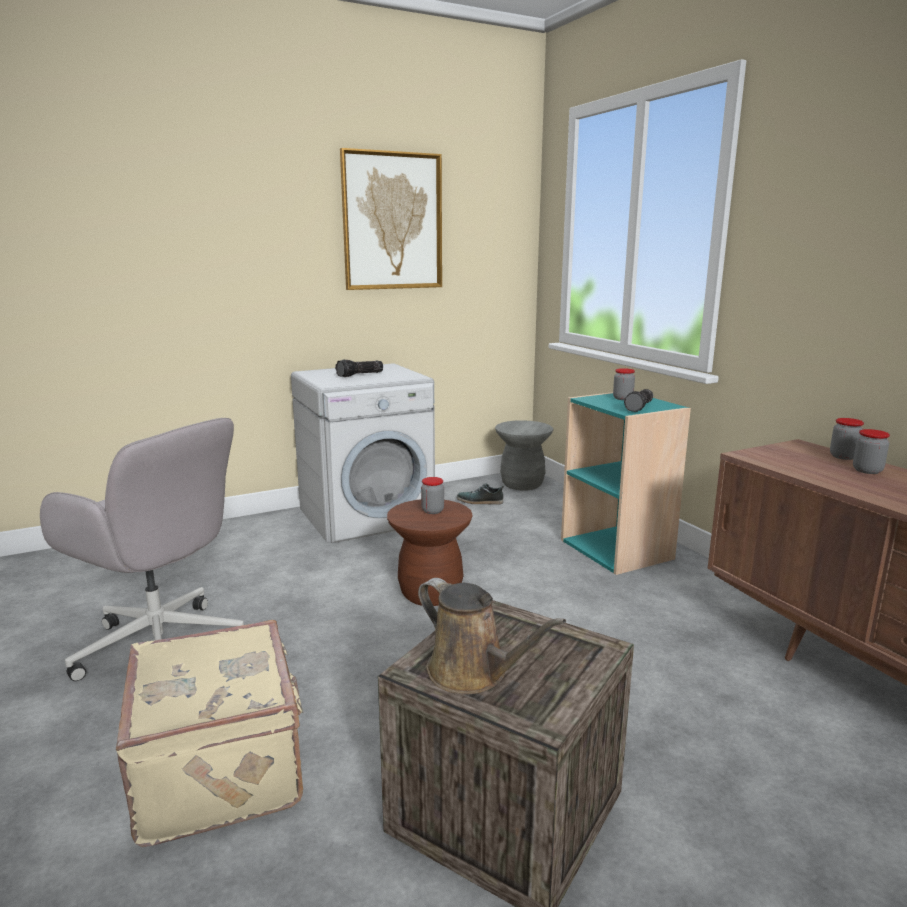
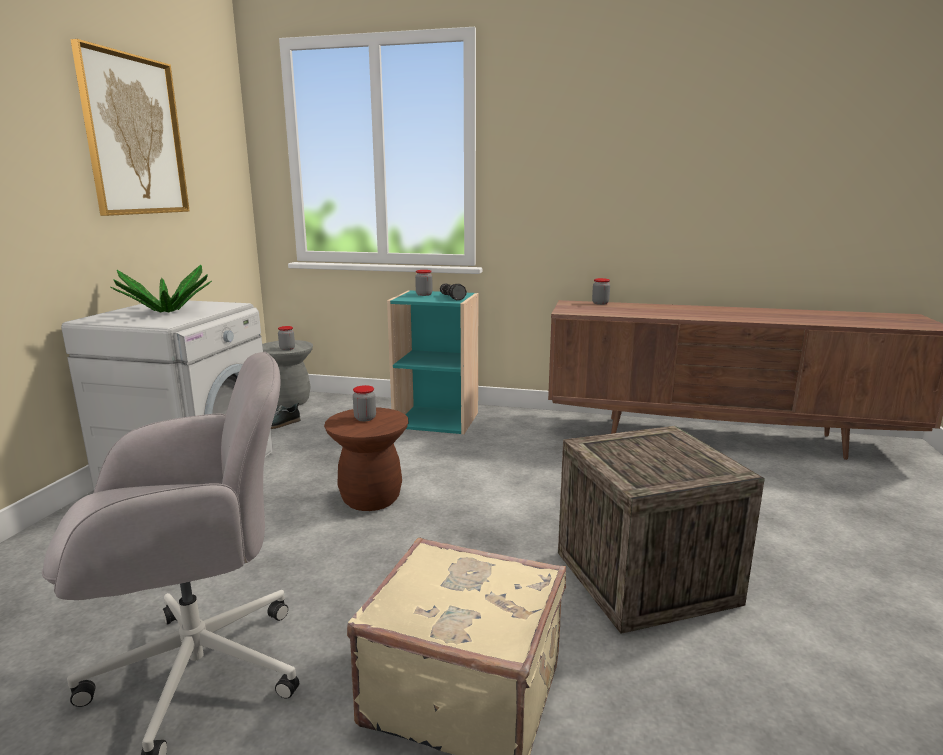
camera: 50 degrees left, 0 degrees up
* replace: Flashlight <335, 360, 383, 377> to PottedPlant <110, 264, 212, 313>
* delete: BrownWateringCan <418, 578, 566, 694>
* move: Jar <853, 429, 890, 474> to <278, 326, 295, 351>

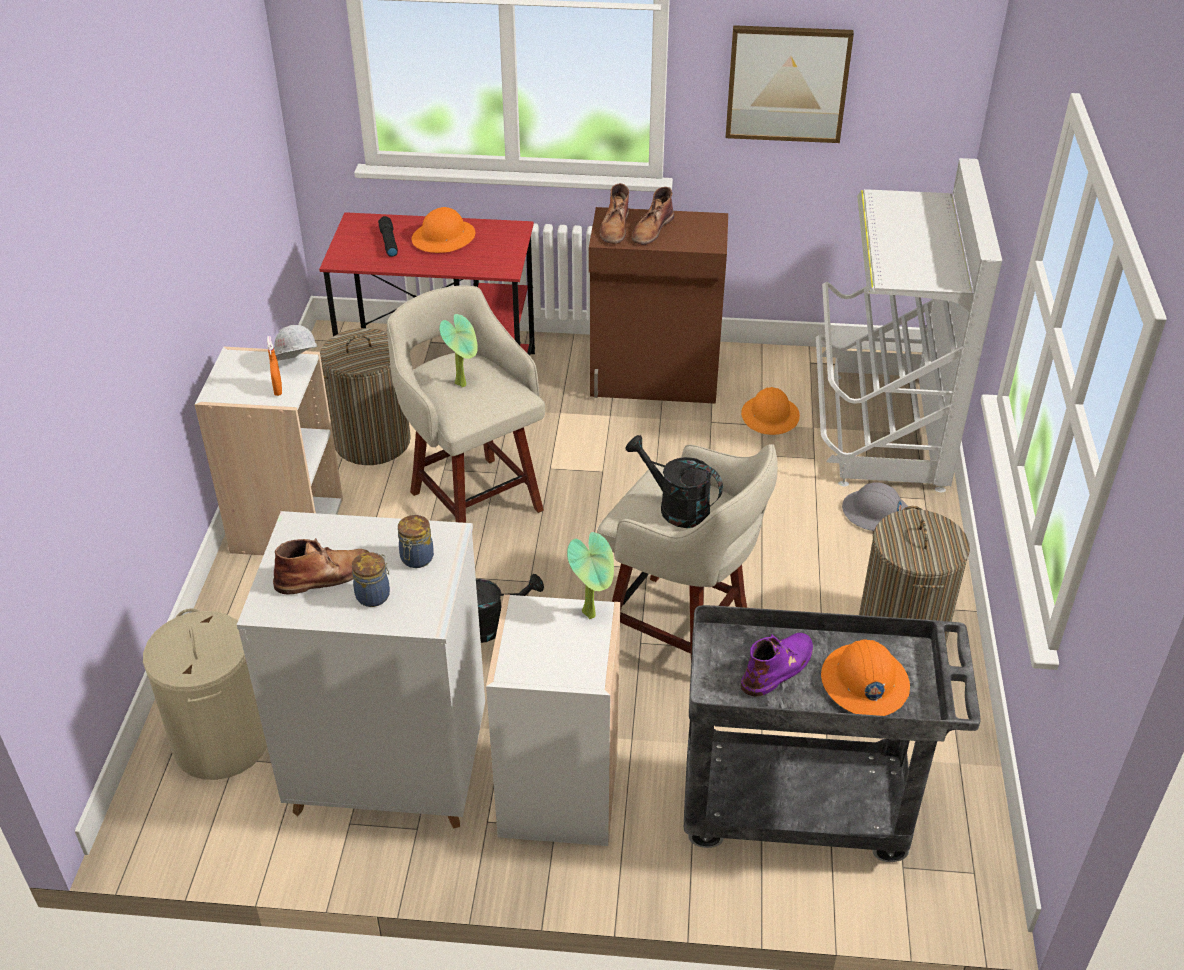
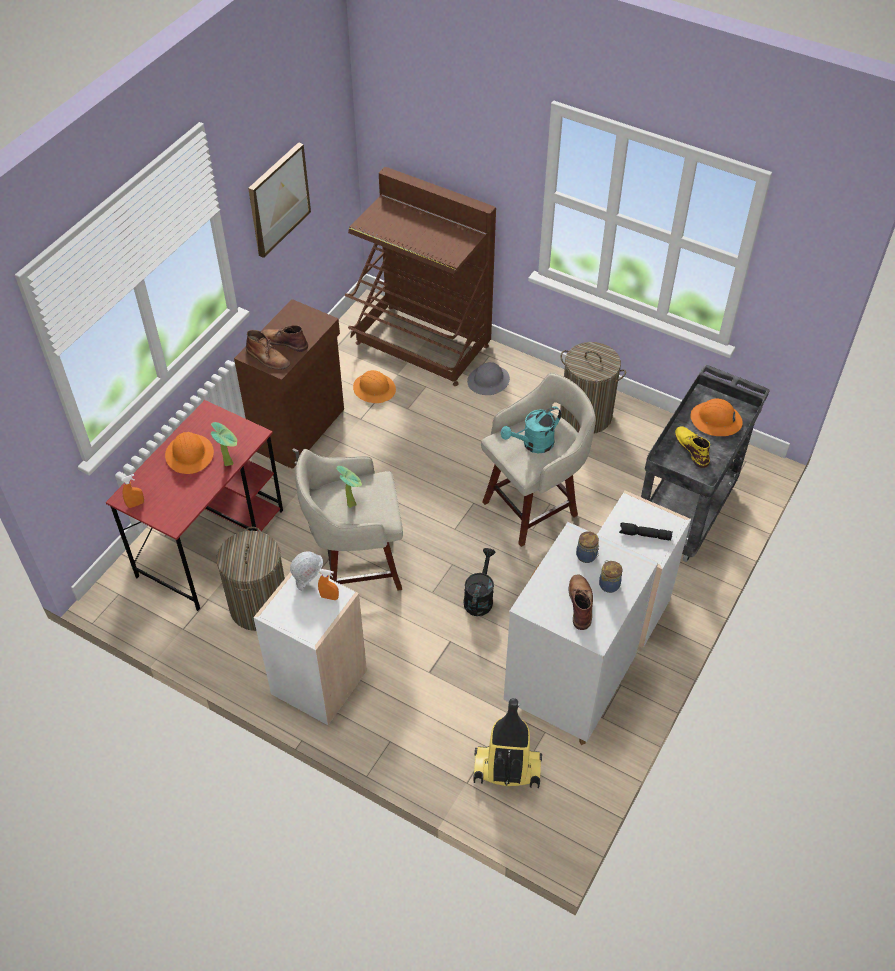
camera: 65 degrees left, 10 degrees up
* replace: BeigeLaundryBasket <143, 608, 267, 780> to VacuumCleaner <473, 698, 542, 789>
* move: BlackFlashlight <378, 216, 398, 257> to <619, 522, 672, 540>
* move: PottedPlant <567, 532, 614, 619> to <211, 422, 237, 466>
* recolor: BlackWateringCan <625, 435, 723, 528> to TurquoiseWateringCan <501, 406, 561, 453>
* rotate: BrownBoot <632, 187, 674, 245> = <262, 325, 308, 352> 150 degrees clockwise
* recolor: PurpleBoot <741, 633, 813, 697> to YellowBoot <675, 426, 710, 468>
* recolor: WhiteShoeRack <816, 158, 1002, 492> to BrownShoeRack <345, 167, 496, 386>
* insert: OrangeSprayBottle <121, 474, 144, 508>

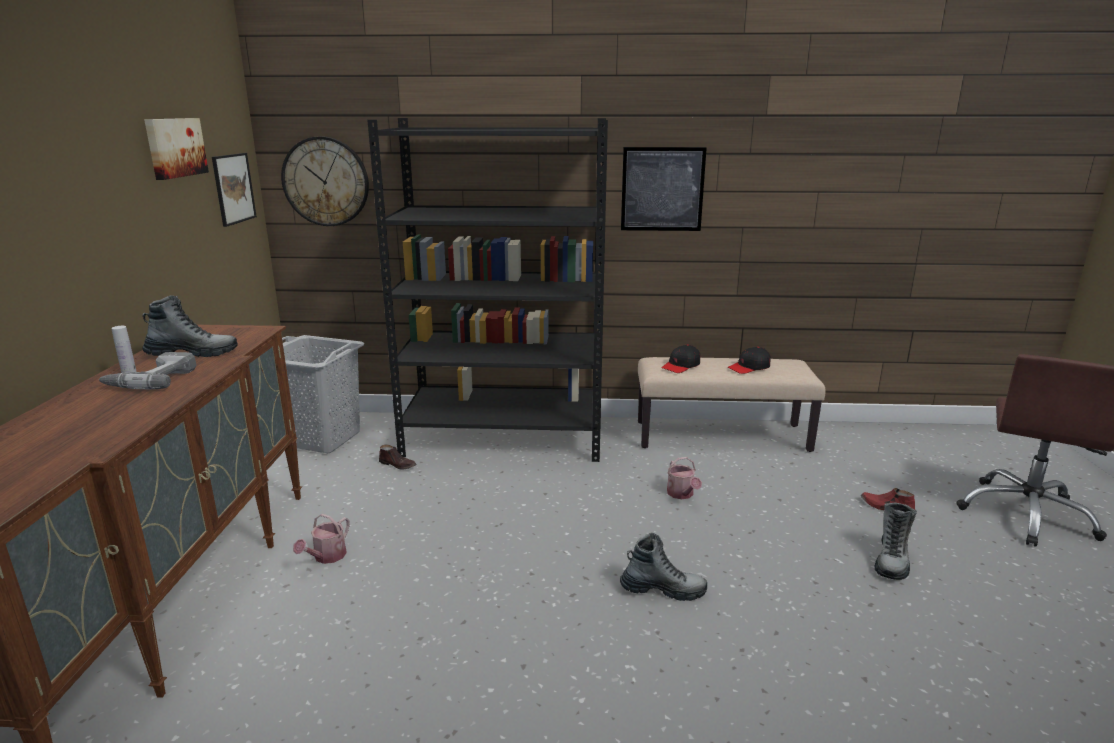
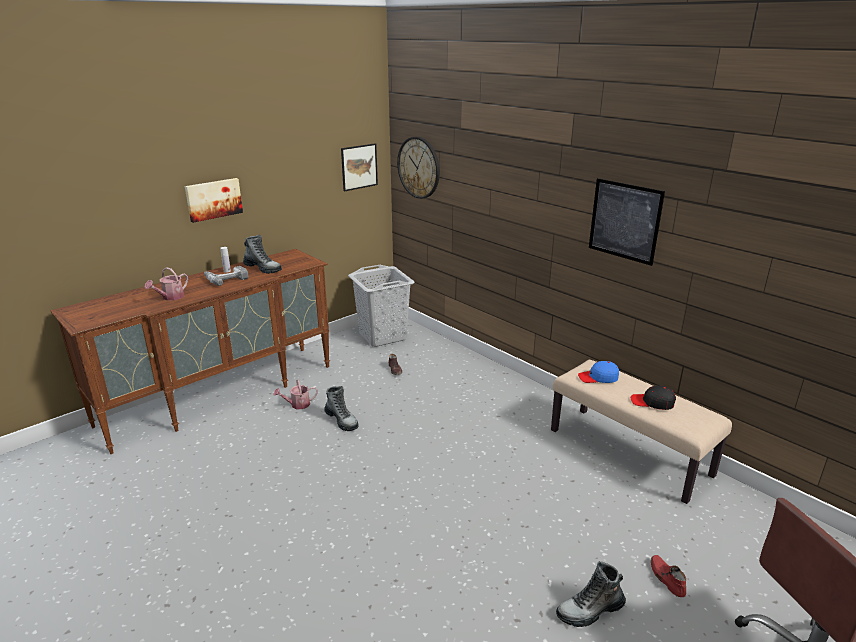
camera: 45 degrees right, 5 degrees up
* move: Picture <144, 118, 209, 180> to <185, 178, 243, 223>
* delete: BlackBookcase <367, 118, 608, 462>
* move: Boot <620, 533, 707, 601> to <325, 386, 359, 431>
* recolor: BlackCap <662, 345, 700, 373> to BlueCap <578, 361, 619, 383>
* move: WateringCan <667, 457, 702, 499> to <145, 267, 188, 301>

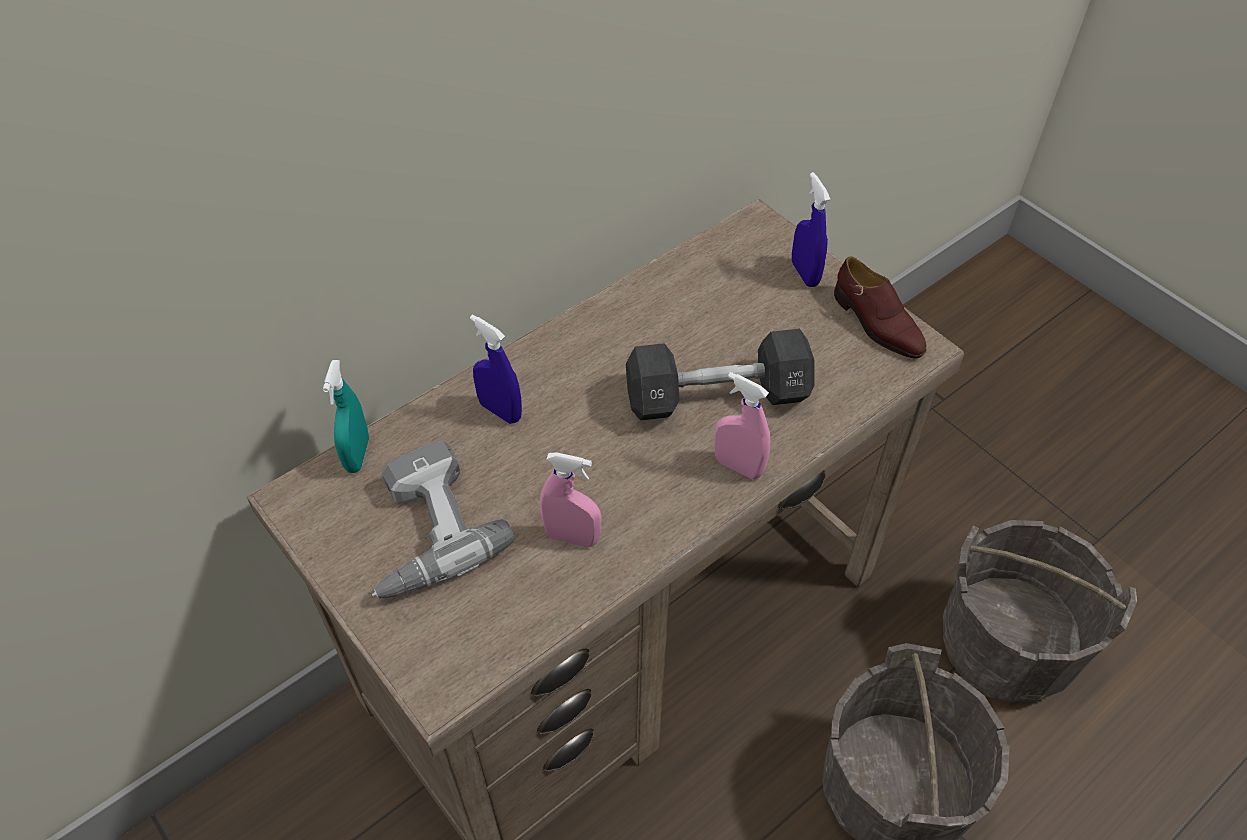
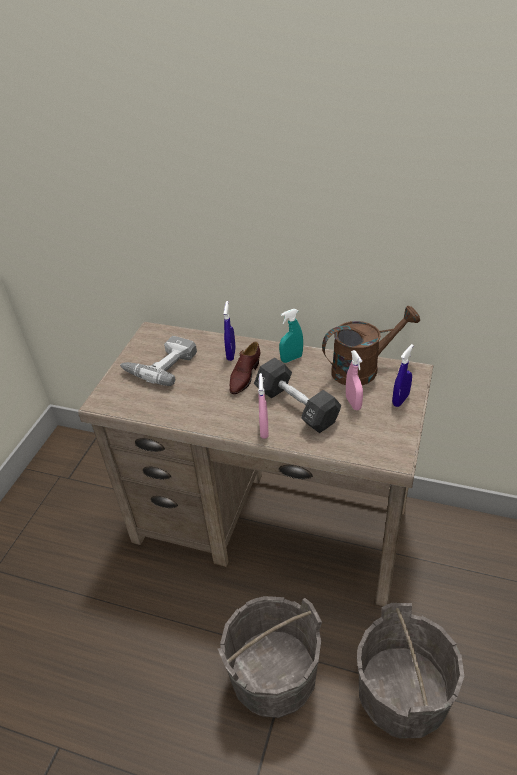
camera: 60 degrees right, 10 degrees down
* move: TurquoiseSprayBottle <323, 360, 369, 473> to <279, 309, 303, 363>
* move: PinkSprayBottle <540, 452, 601, 547> to <346, 350, 363, 410>
* move: BrownShoe <834, 256, 927, 358> to <230, 342, 260, 394>
* insert: BrownWateringCan <322, 306, 420, 385>

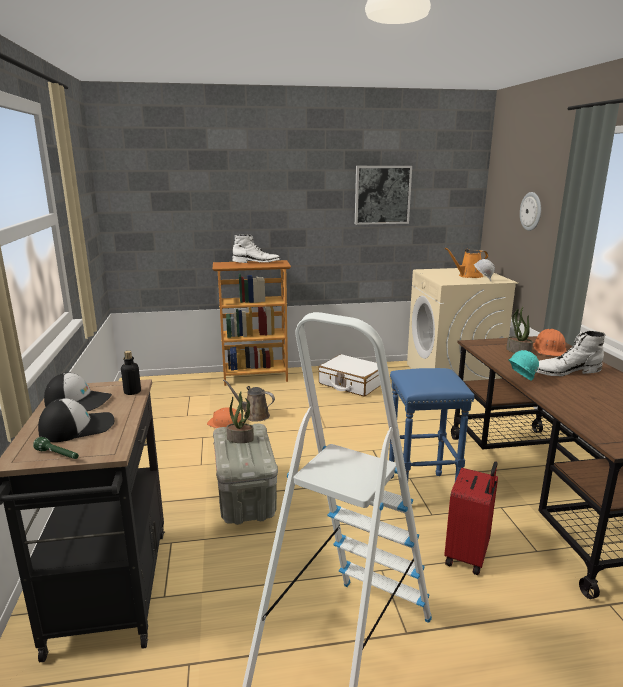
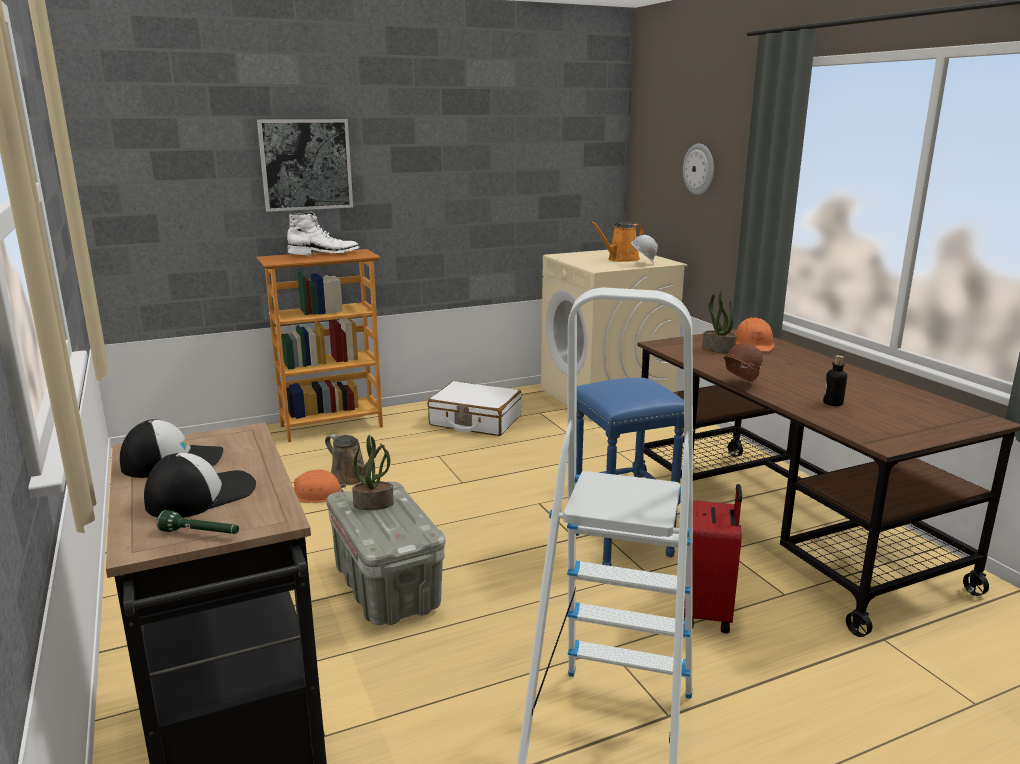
camera: 15 degrees left, 0 degrees up
* move: Bottle <121, 351, 141, 395> to <823, 355, 847, 406>
* rotate: BrownWateringCan <223, 380, 275, 422> = <325, 434, 385, 485> 150 degrees counterclockwise
* move: Picture <355, 166, 412, 225> to <257, 119, 353, 212>
* recolor: TurquoiseHardHat <508, 350, 539, 381> to BrownHardHat <724, 343, 763, 382>
* delete: WhiteBoot <536, 331, 605, 376>

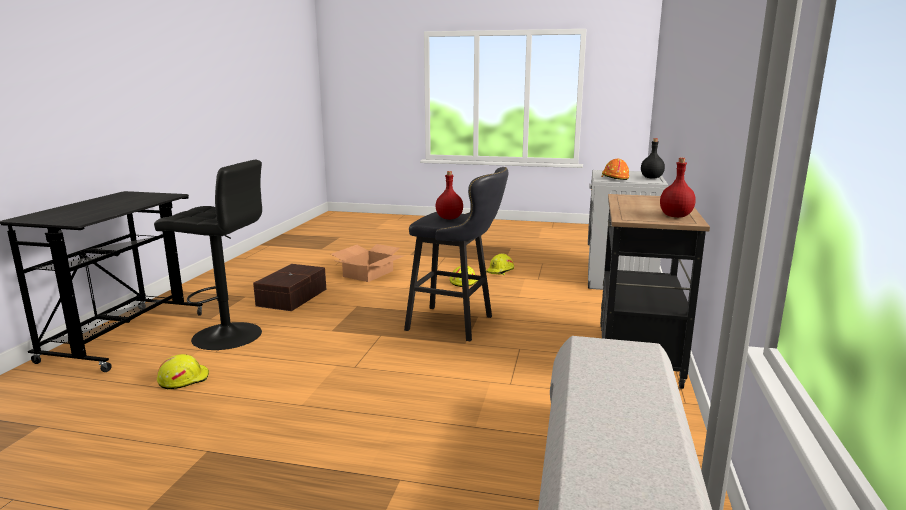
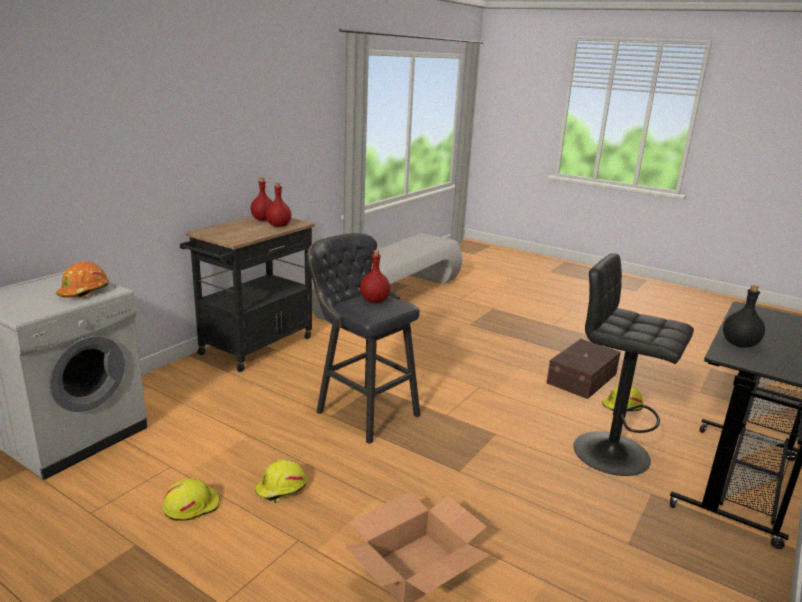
camera: 160 degrees left, 5 degrees up
* move: BrownStorageBox <253, 264, 326, 311> to <547, 339, 621, 399>
* move: BlackBottle <641, 138, 665, 179> to <723, 285, 765, 348>
* insert: RedBottle <266, 183, 292, 227>

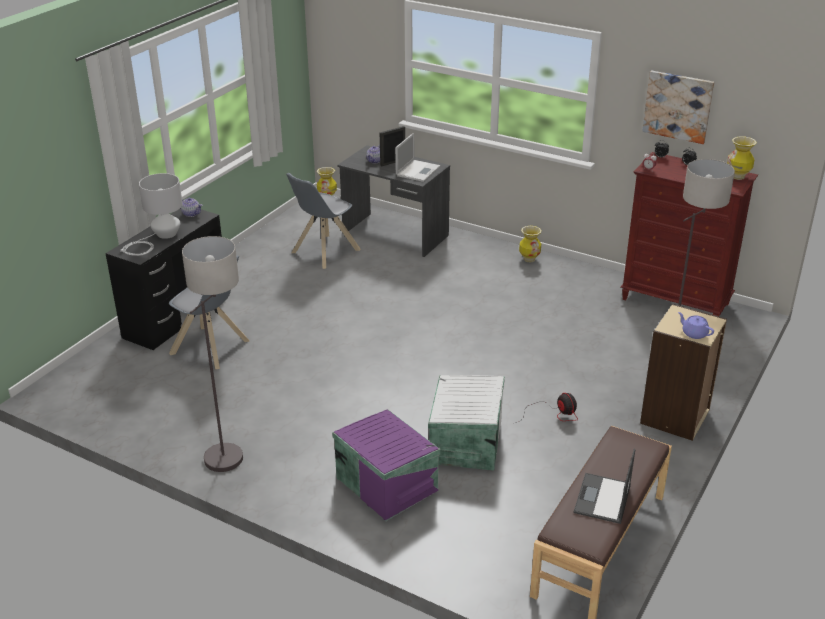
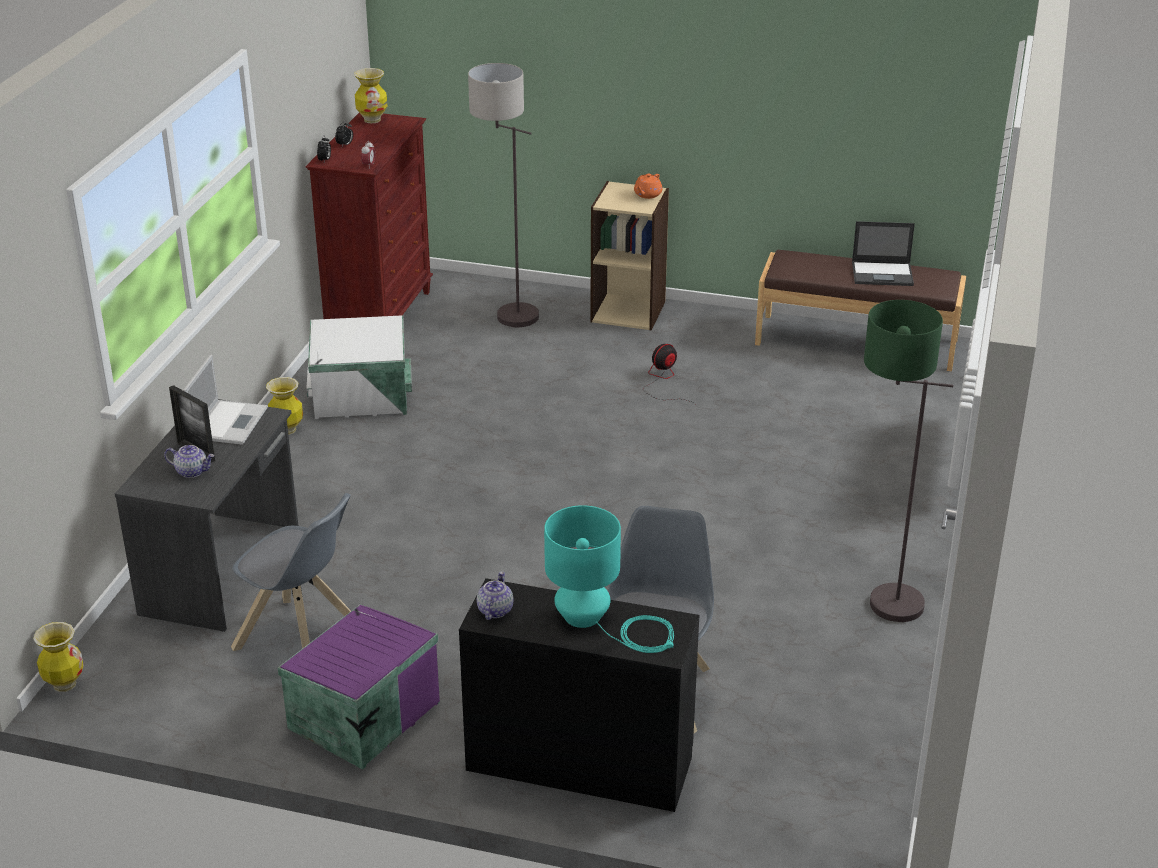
camera: 105 degrees left, 0 degrees up
* recolor: WhiteTableLamp <120, 173, 183, 256> to TurquoiseTableLamp <544, 505, 674, 653>
* recolor: GreyFloorLamp <182, 236, 243, 472> to GreenFloorLamp <864, 300, 953, 622>
* move: PurpleStorageBox <332, 409, 440, 522> to <278, 604, 440, 770>
* rotate: Laptop <395, 133, 440, 182> = <183, 355, 268, 445> 90 degrees clockwise
* move: WhiteStorageBox <428, 375, 505, 470> to <306, 315, 412, 419>
* delete: Picture <642, 71, 714, 144>
* recolor: PurpleTeapot <678, 312, 714, 339> to OrangeTeapot <634, 173, 662, 199>

